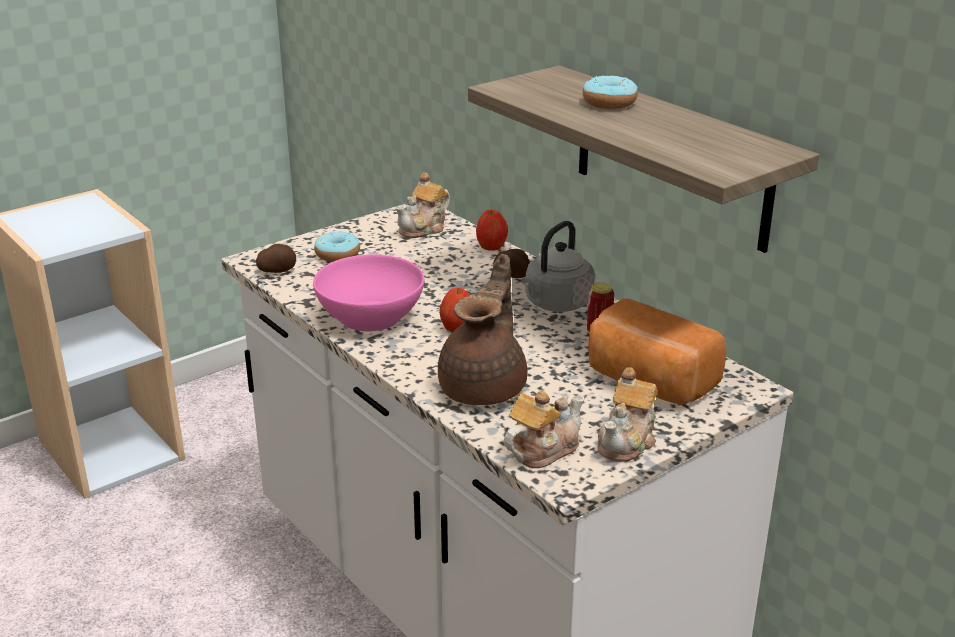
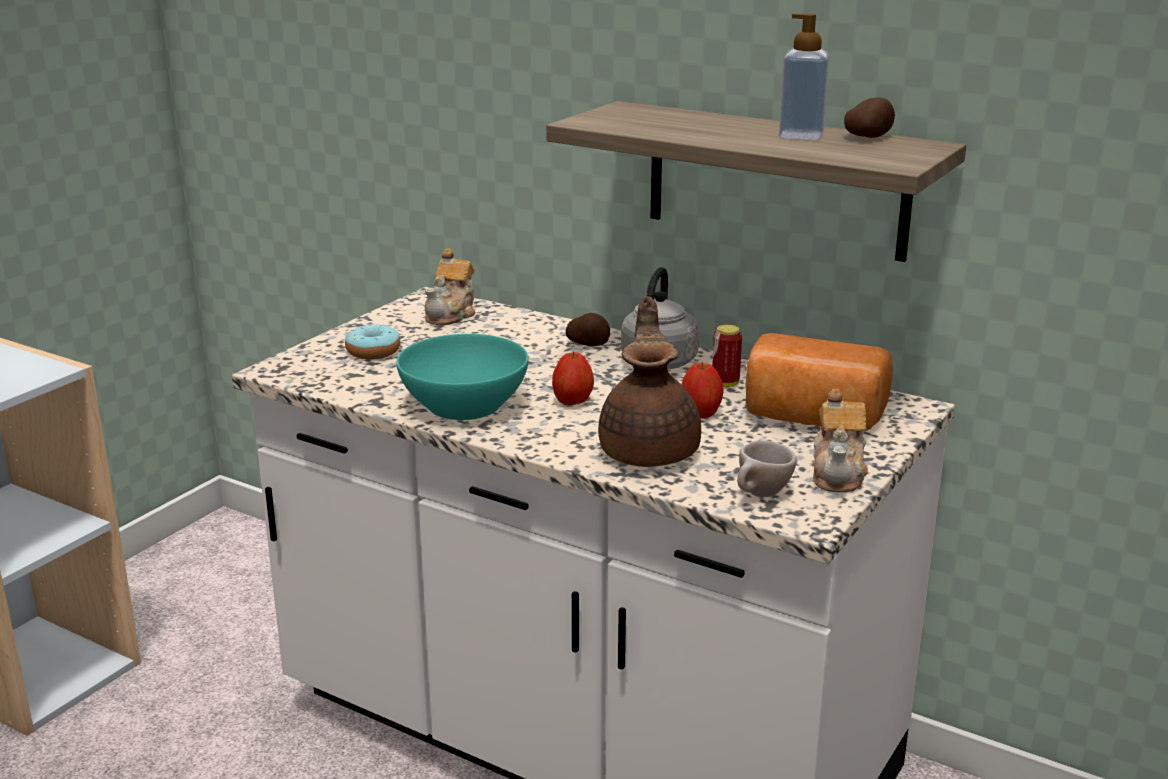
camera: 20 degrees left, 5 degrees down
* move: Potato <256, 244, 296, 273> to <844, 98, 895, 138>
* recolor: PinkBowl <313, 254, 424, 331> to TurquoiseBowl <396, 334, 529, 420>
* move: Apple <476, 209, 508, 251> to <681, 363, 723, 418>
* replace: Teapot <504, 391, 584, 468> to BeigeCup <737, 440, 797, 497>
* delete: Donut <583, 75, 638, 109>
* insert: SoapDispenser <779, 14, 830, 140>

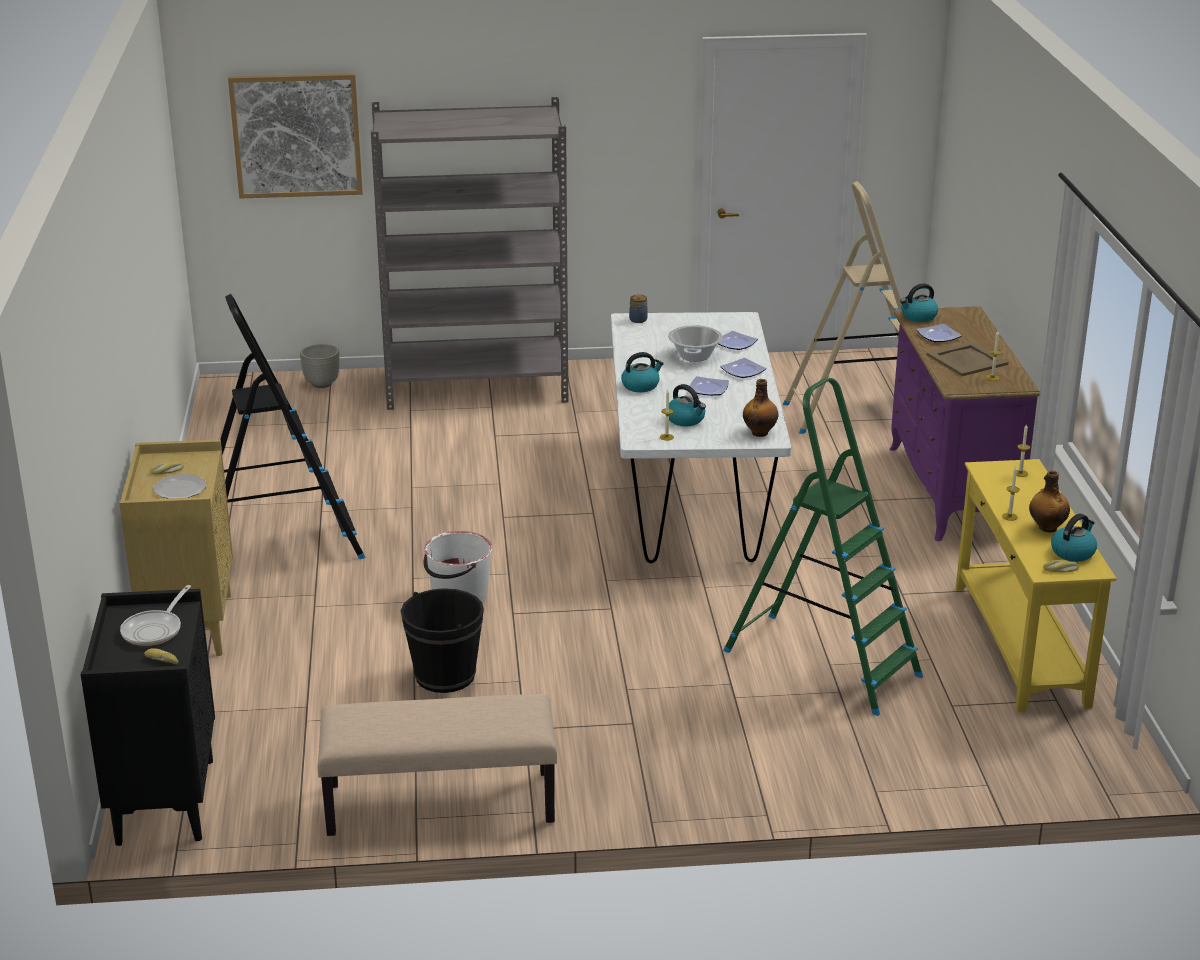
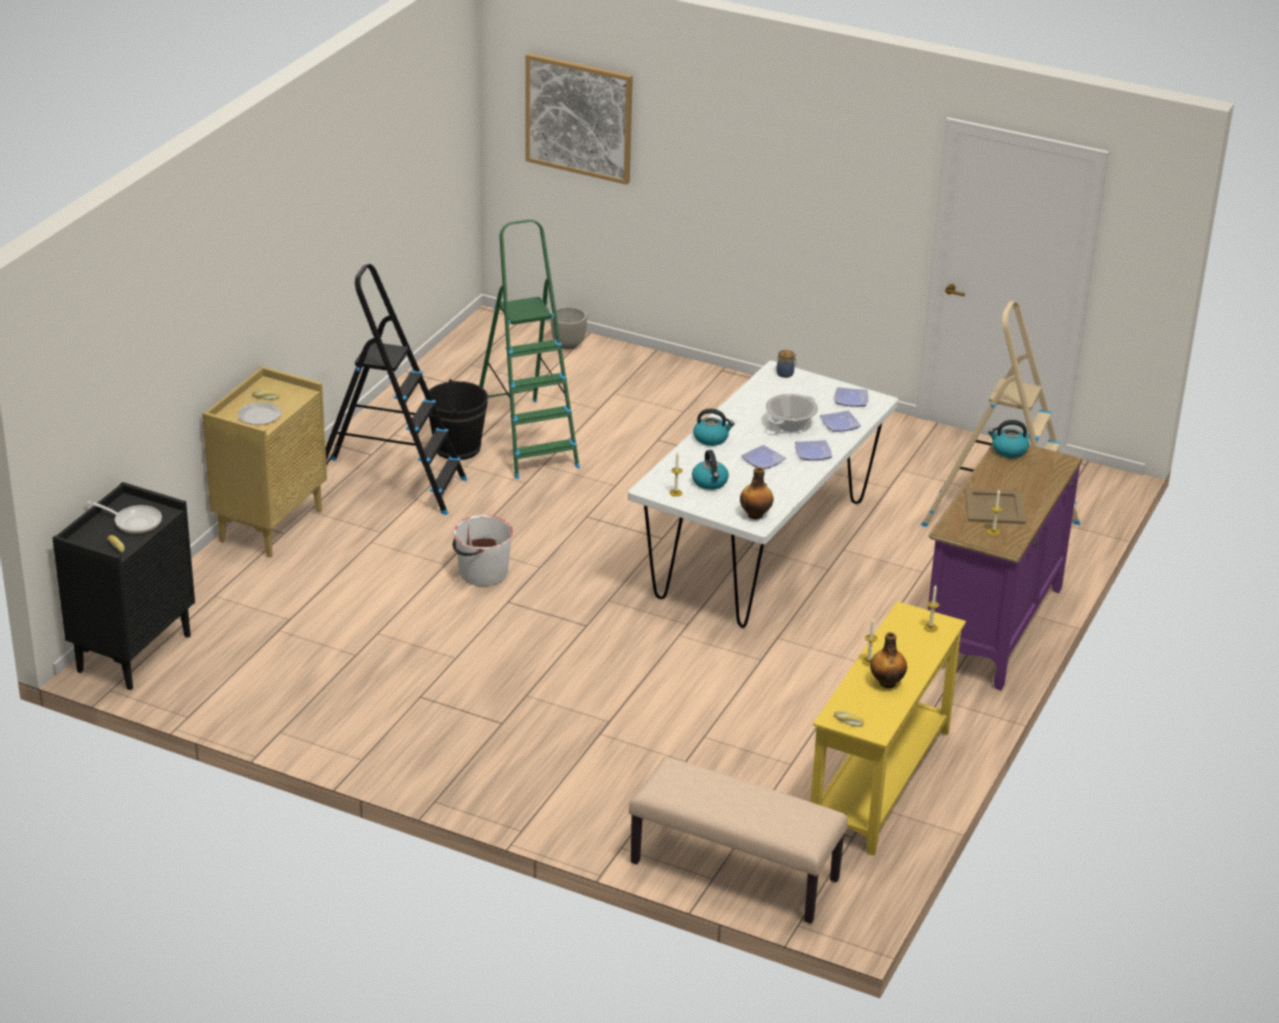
camera: 30 degrees right, 5 degrees up
* rotate: FryingPan <120, 585, 191, 646> = <87, 501, 162, 534> 120 degrees counterclockwise
* move: BeigeBench <318, 694, 557, 836> to <629, 757, 848, 924>
* delete: GreyBookcase <371, 97, 568, 410>
* move: BlackBucket <401, 588, 484, 693> to <425, 379, 488, 460>
* move: GreenStepLadder <723, 378, 923, 716> to <479, 220, 580, 479>
* move: Plate <916, 324, 962, 342> to <835, 387, 868, 407>
* delete: Kettle <1051, 513, 1097, 562>

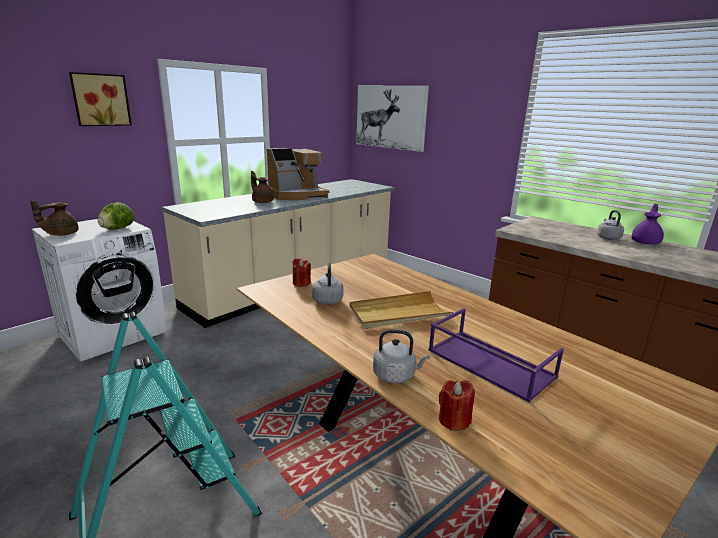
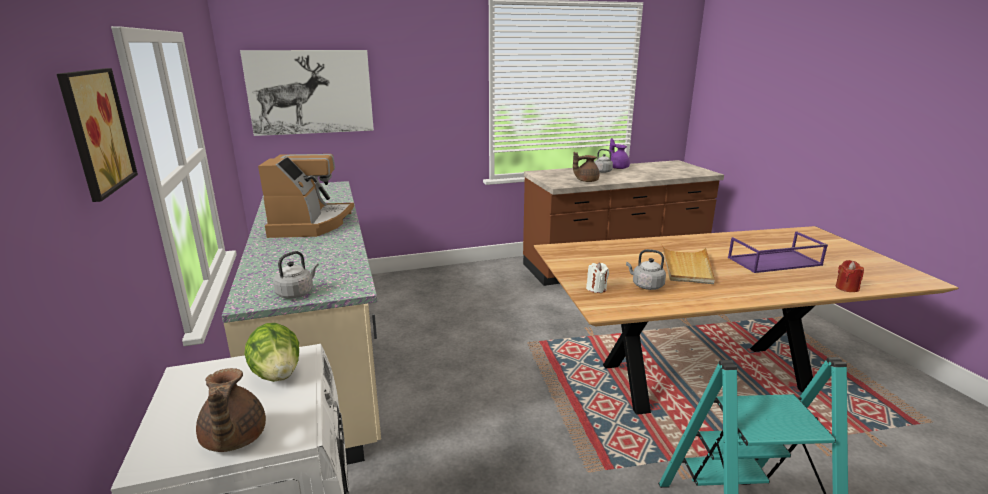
camera: 60 degrees left, 0 degrees up
* move: BrownTeapot <251, 171, 274, 203> to <573, 152, 599, 182>
* recolor: RedCandle <292, 258, 311, 287> to WhiteCandle <586, 263, 609, 293>
* move: GreyKettle <373, 329, 430, 383> to <273, 251, 319, 299>

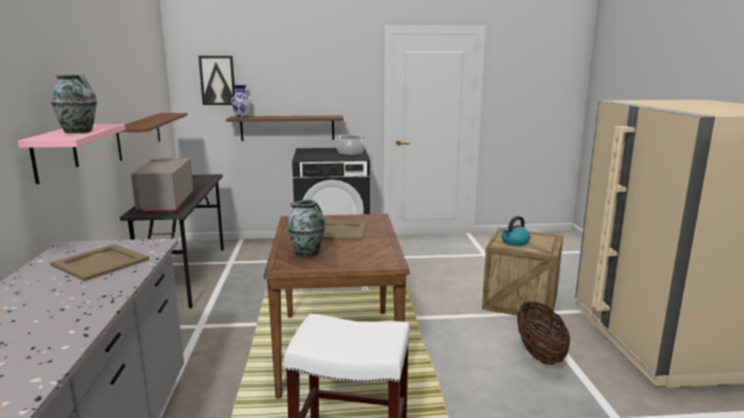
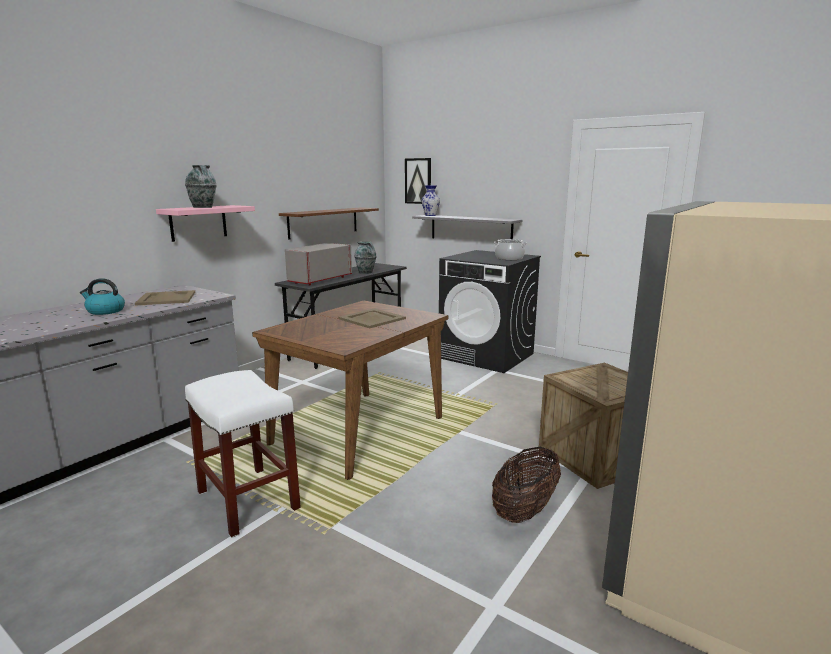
camera: 40 degrees right, 0 degrees up
* recolor: BrownShelf <226, 115, 344, 141> to GreyShelf <412, 215, 522, 239>
* move: Vase <287, 199, 325, 257> to <354, 242, 376, 274>
* move: Kettle <501, 216, 530, 246> to <80, 278, 125, 315>

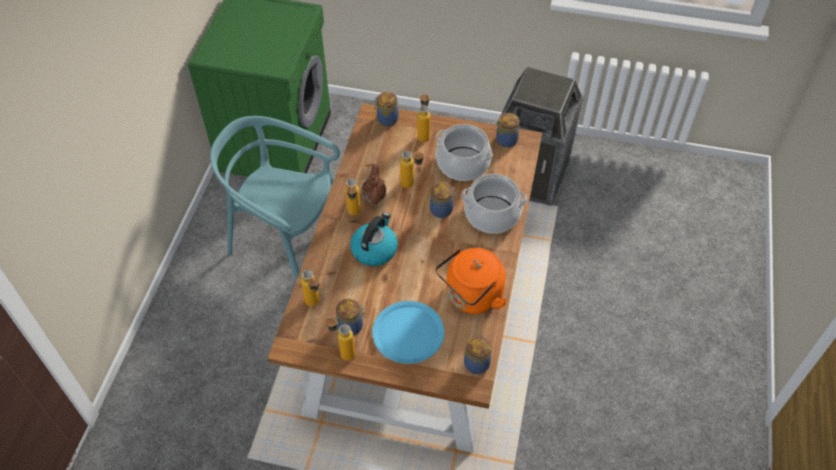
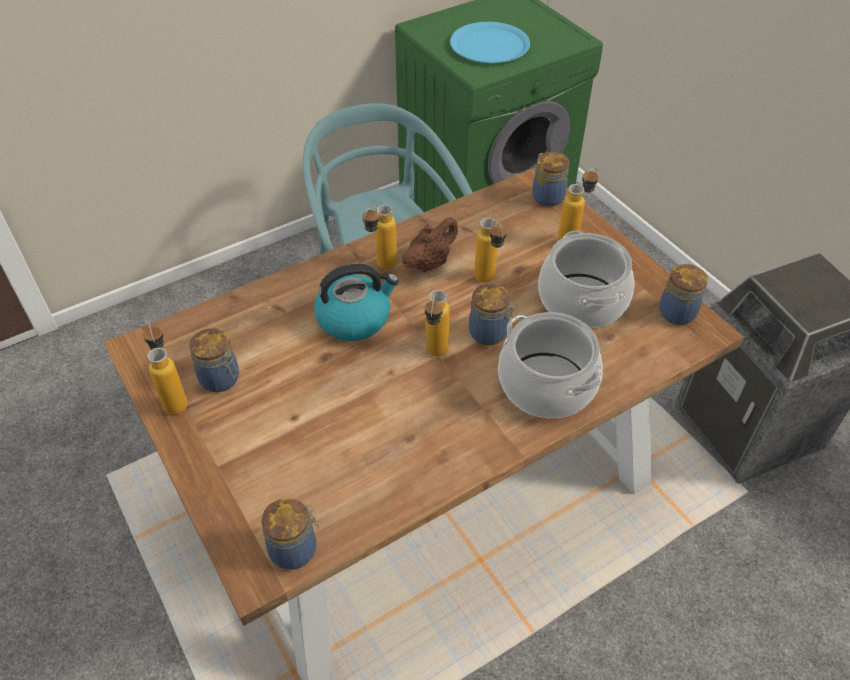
camera: 45 degrees right, 5 degrees down
* move: Bottle <301, 270, 320, 306> to <425, 290, 450, 356>
* move: BluePlate <372, 301, 444, 364> to <450, 22, 530, 63>
* delete: OrangeKettle <435, 248, 507, 314>

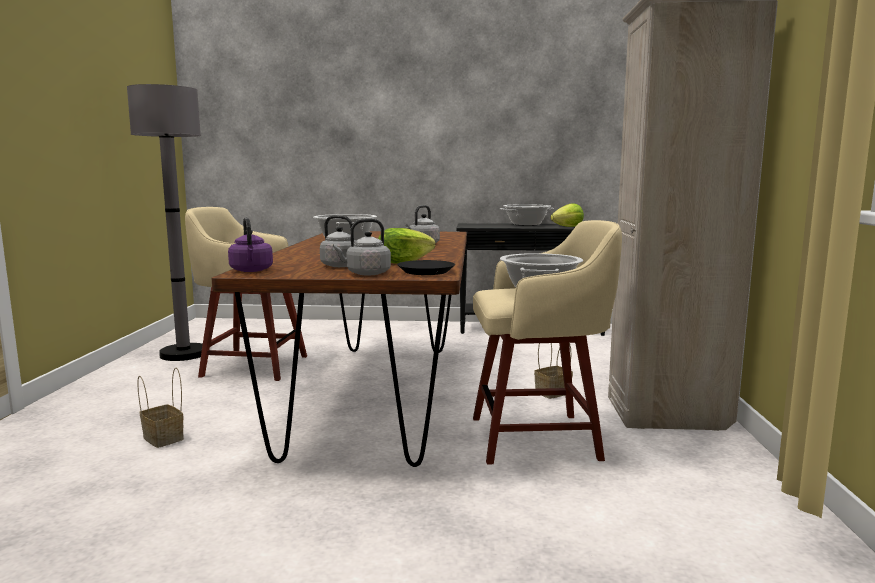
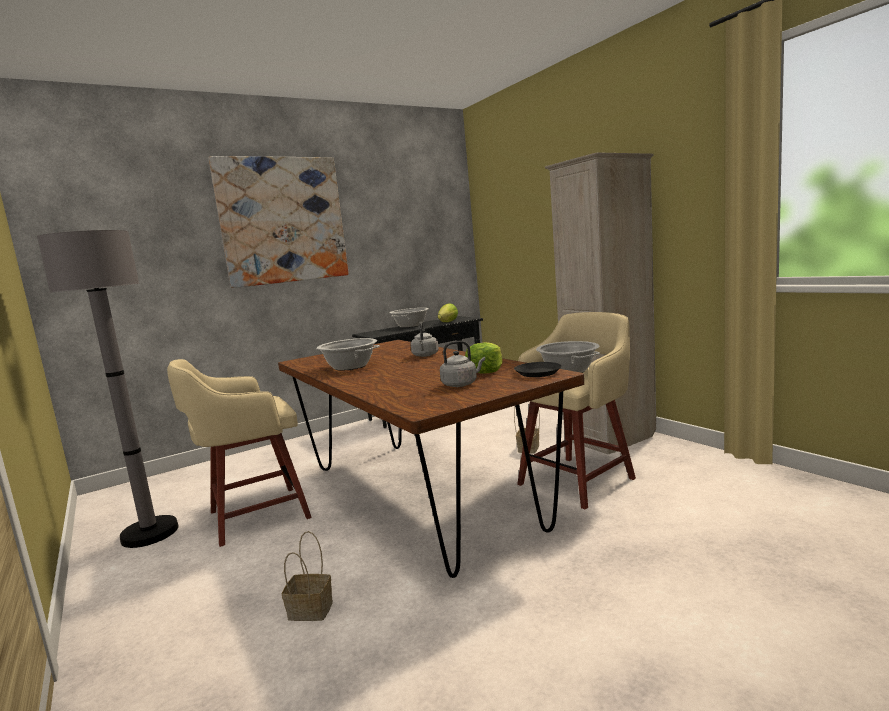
camera: 35 degrees left, 0 degrees up
* delete: PurpleKettle <228, 217, 273, 272>
* delete: GreyKettle <333, 219, 391, 275>
* insert: Picture <209, 156, 349, 288>

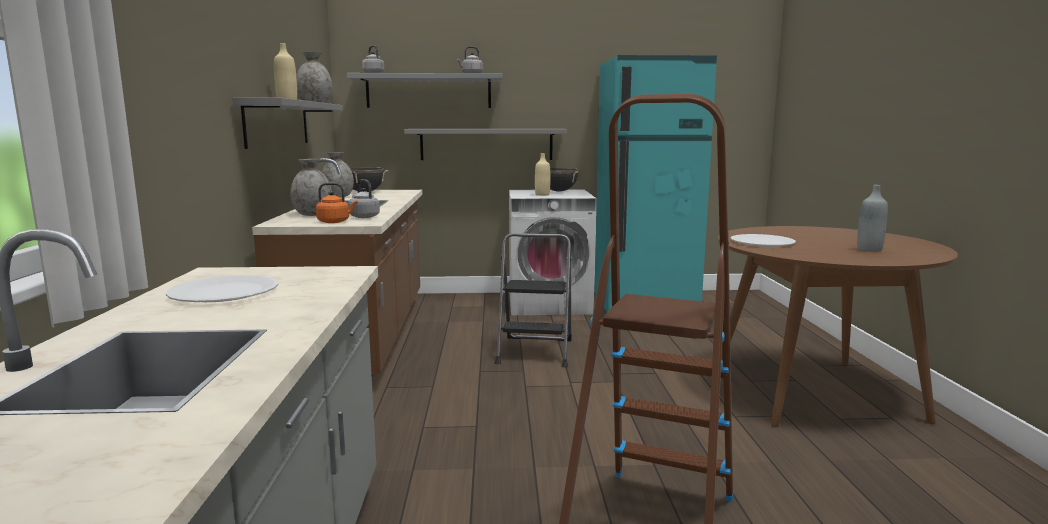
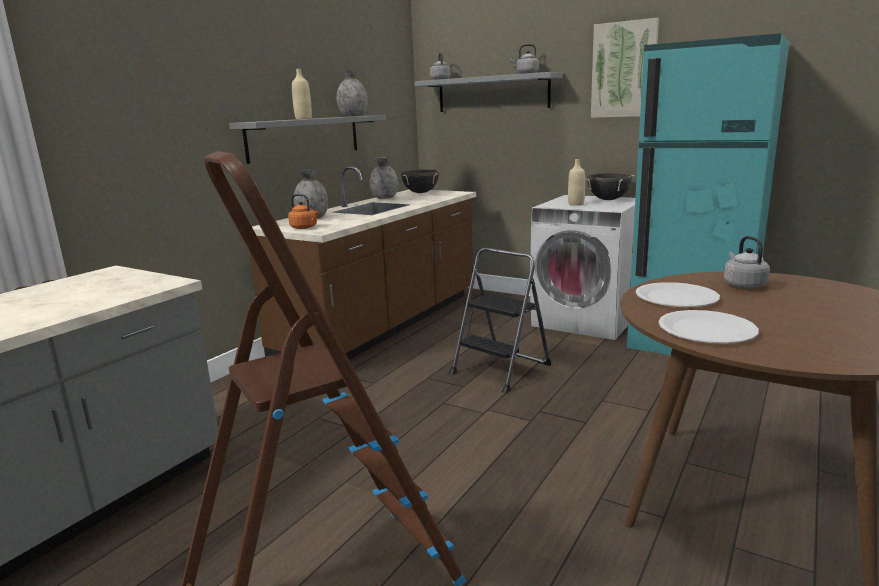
camera: 35 degrees right, 5 degrees up
* move: WhitePlate <166, 275, 279, 302> to <658, 310, 759, 344>
* move: GreyKettle <348, 179, 380, 218> to <724, 236, 770, 289>
* delete: GreyShelf <404, 129, 567, 160>
* delete: GreyBottle <857, 185, 888, 252>
* insert: Picture <591, 18, 659, 118>

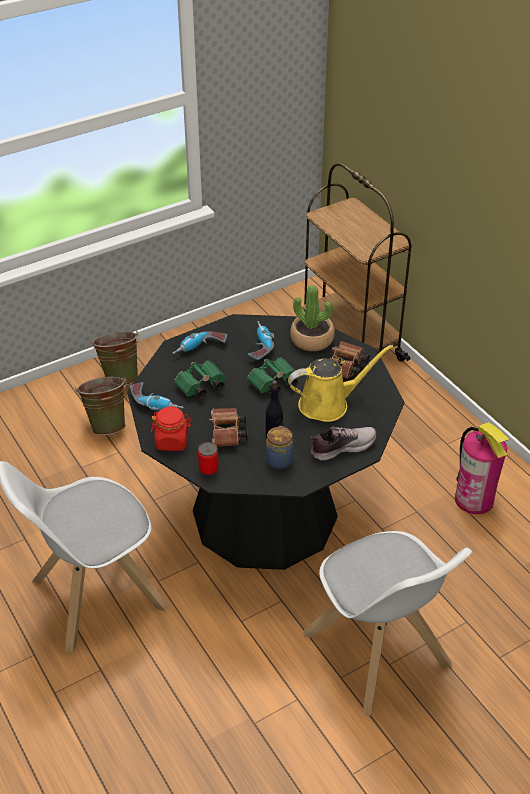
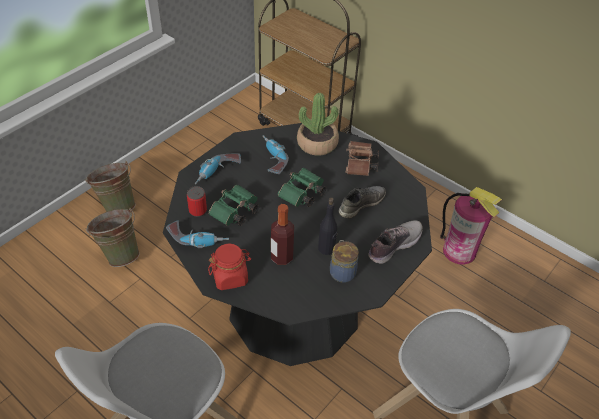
camera: 20 degrees left, 5 degrees up
* move: Can <198, 442, 219, 476> to <187, 186, 207, 217>
* replace: BrownBinoculars <209, 408, 248, 447> to Bottle <271, 204, 294, 265>
* replace: YellowWateringCan <288, 345, 393, 422> to GreyShoe <339, 186, 386, 219>

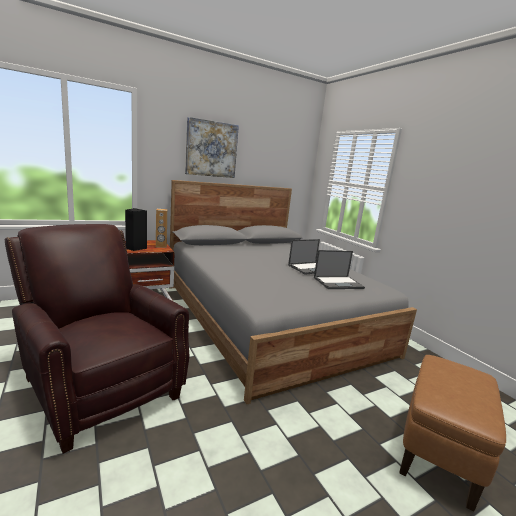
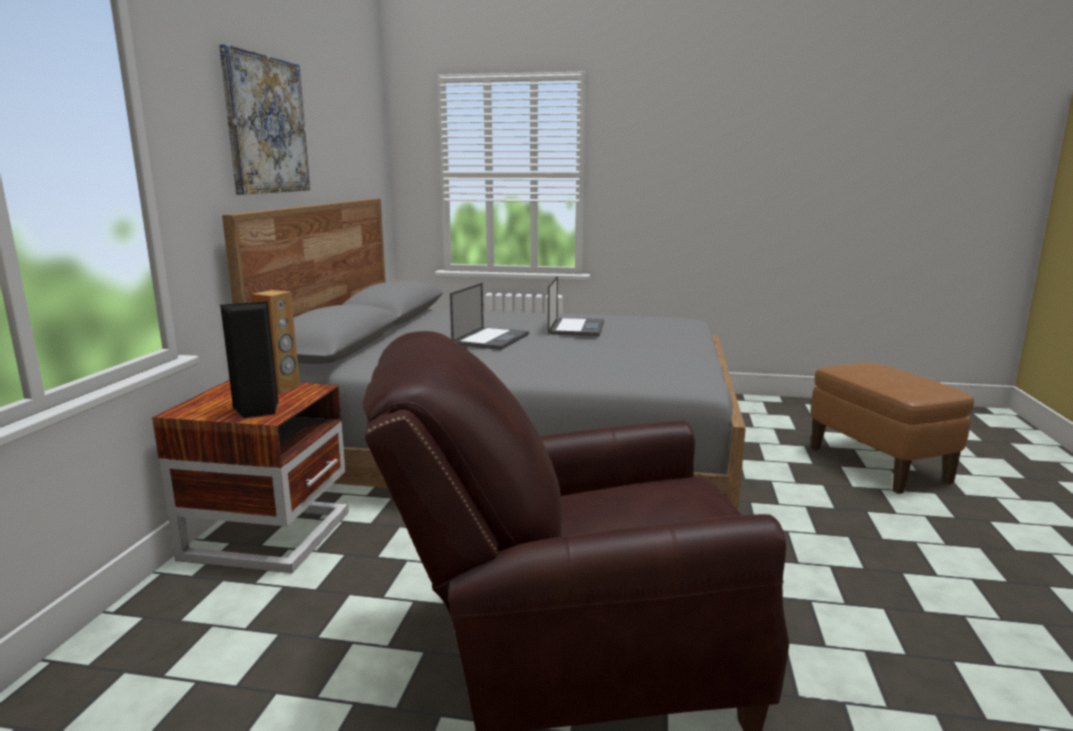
camera: 50 degrees left, 0 degrees up
* move: Laptop <314, 250, 365, 289> to <450, 283, 529, 350>

